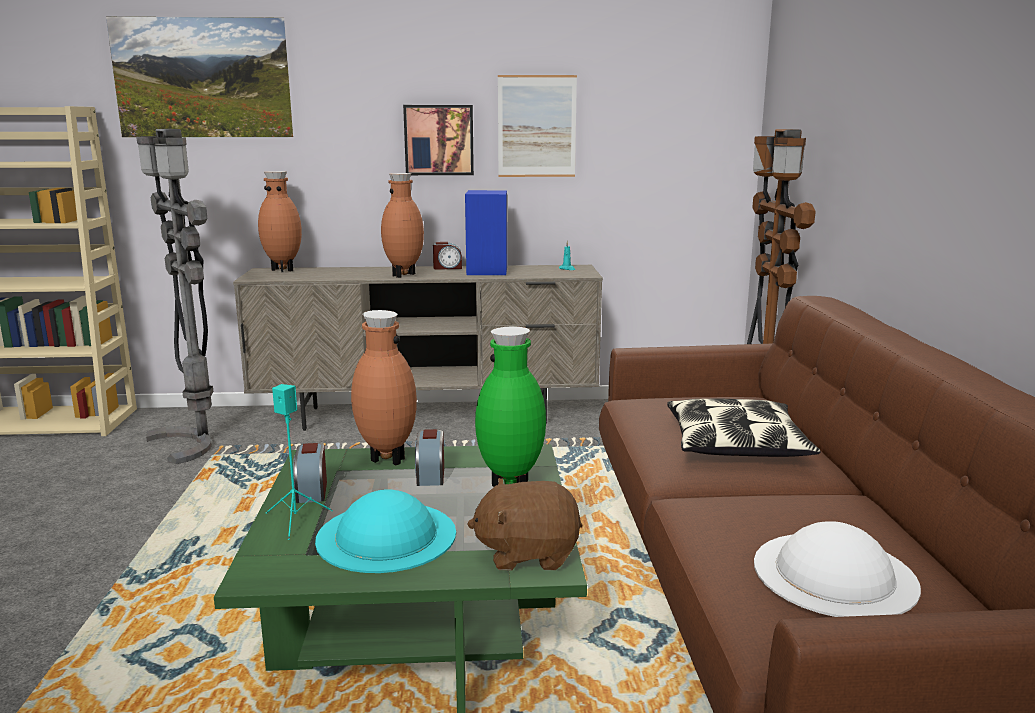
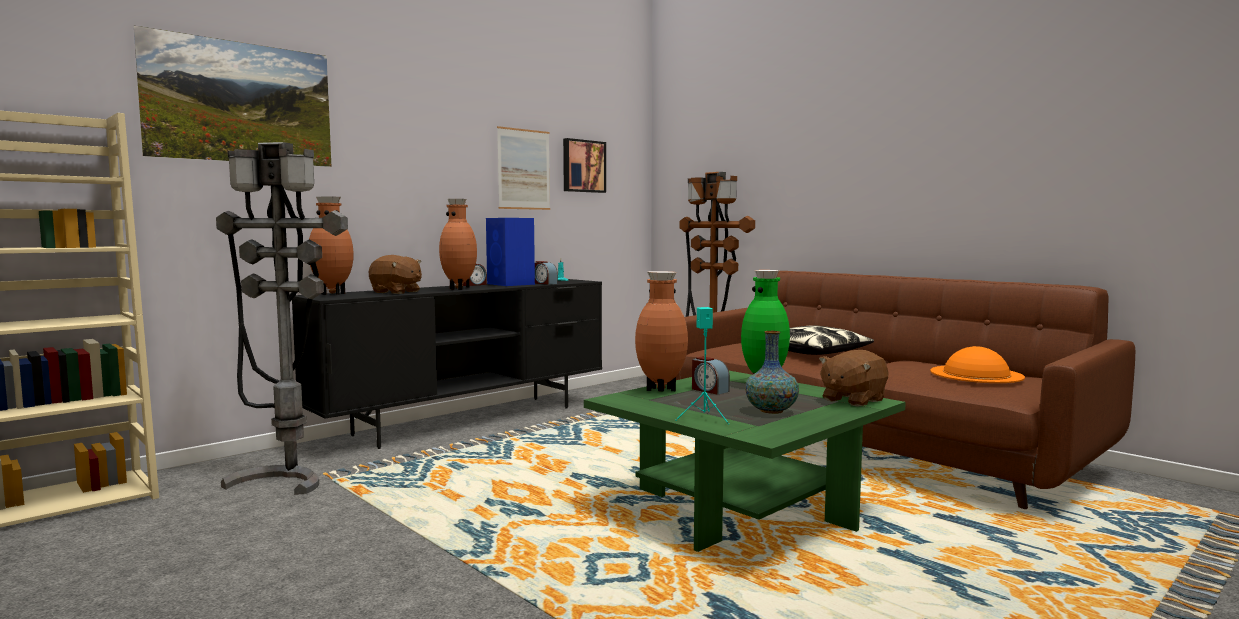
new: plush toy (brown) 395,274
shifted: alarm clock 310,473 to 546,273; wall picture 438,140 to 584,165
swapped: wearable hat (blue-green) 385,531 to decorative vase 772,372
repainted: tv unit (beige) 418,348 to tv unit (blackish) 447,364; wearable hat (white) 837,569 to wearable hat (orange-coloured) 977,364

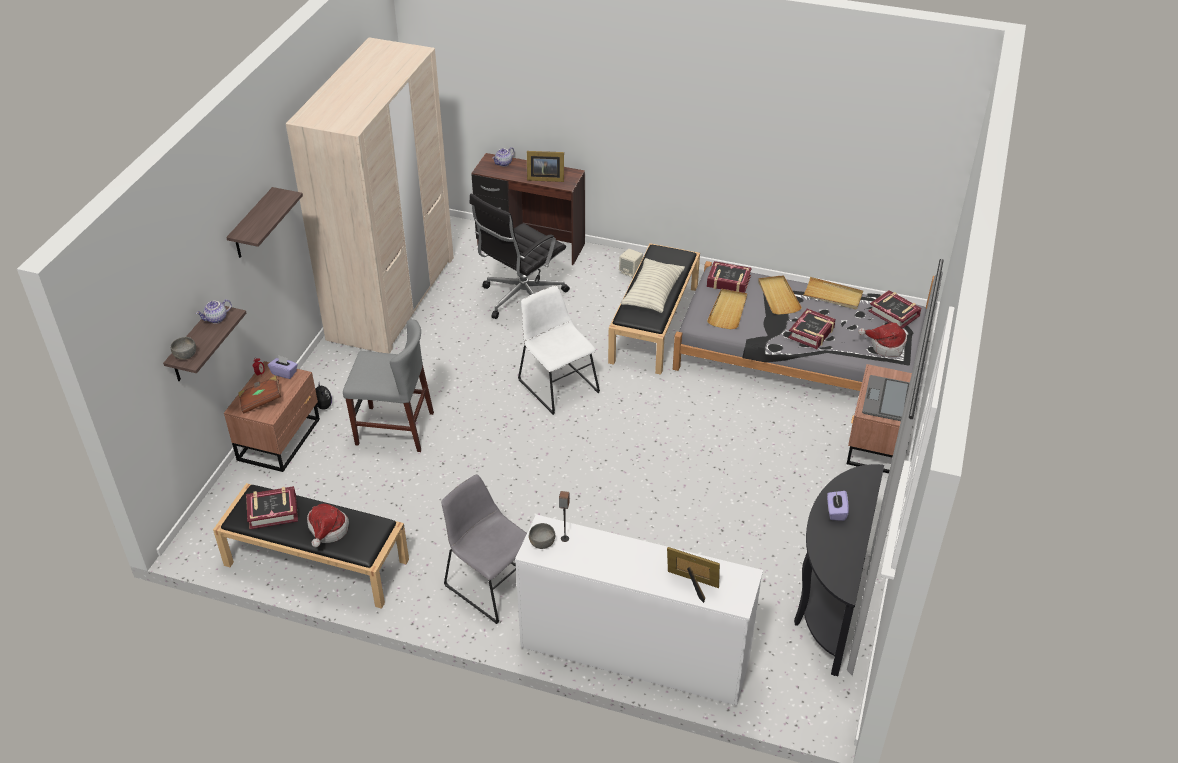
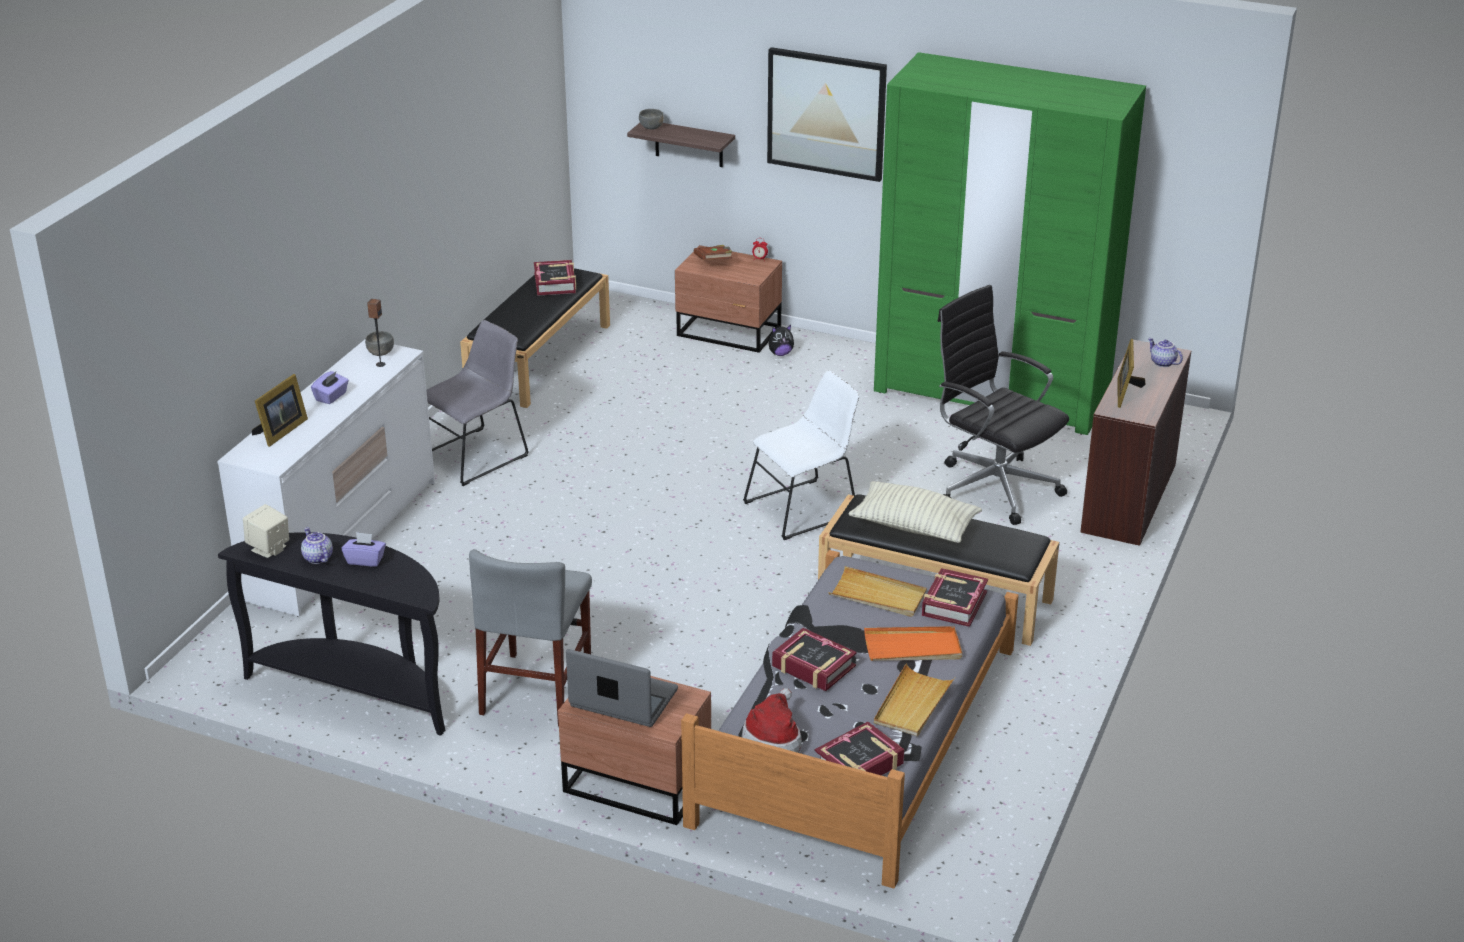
gone: wearable hat 328,525
shifted: loudspeaker (beige) 631,263 to 266,531; teapot 214,311 to 317,545; box of tissues (purple) 283,367 to 330,387; plain chair (grey) 388,385 to 530,638
swapped: bracket shelf 264,222 to wall picture 827,114
repainted: carrying tray (beige) 780,295 to carrying tray (orange-coloured) 913,643; armoire (beige) 370,195 to armoire (green-coloured) 1010,243

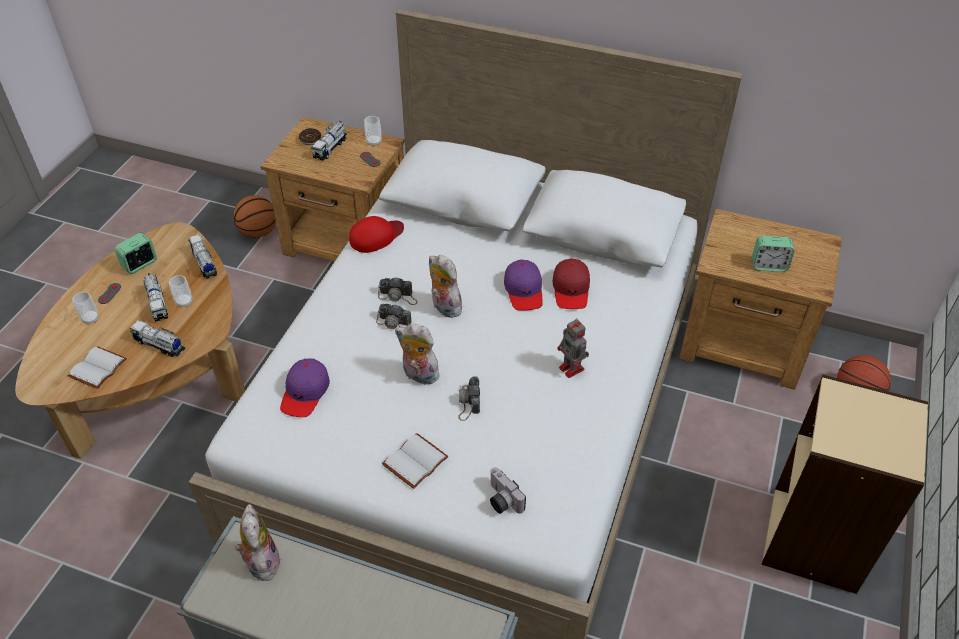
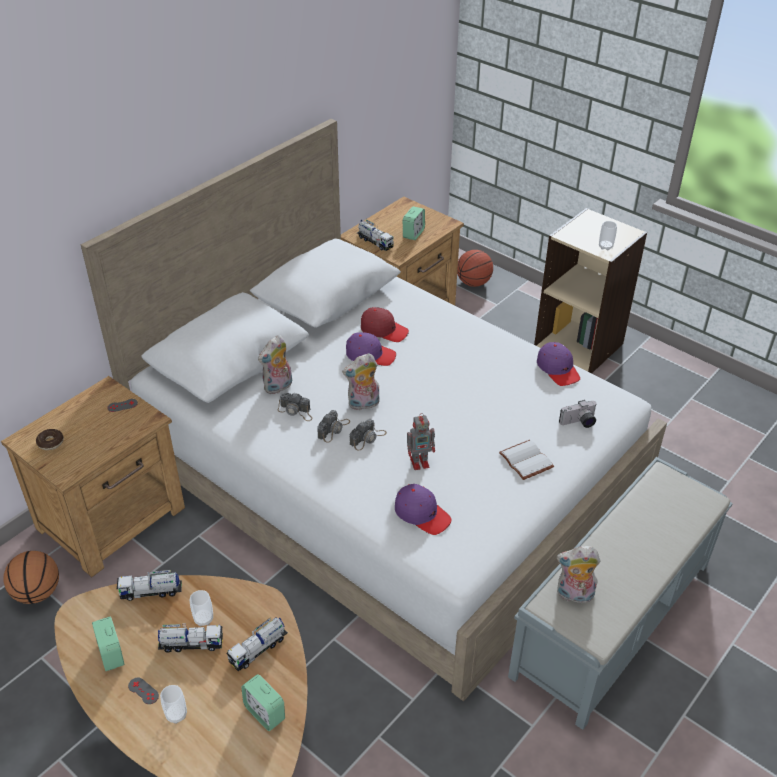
gone: baseball cap (red) 376,234
new: baseball cap (purple) 558,364
shifted: plush toy 419,354 to 275,365; still camera 469,398 to 295,407; toy truck 329,140 to 375,235; model robot 573,348 to 421,441; small cup 372,131 to 608,235
swapped: book (white) 97,367 to alarm clock 263,702

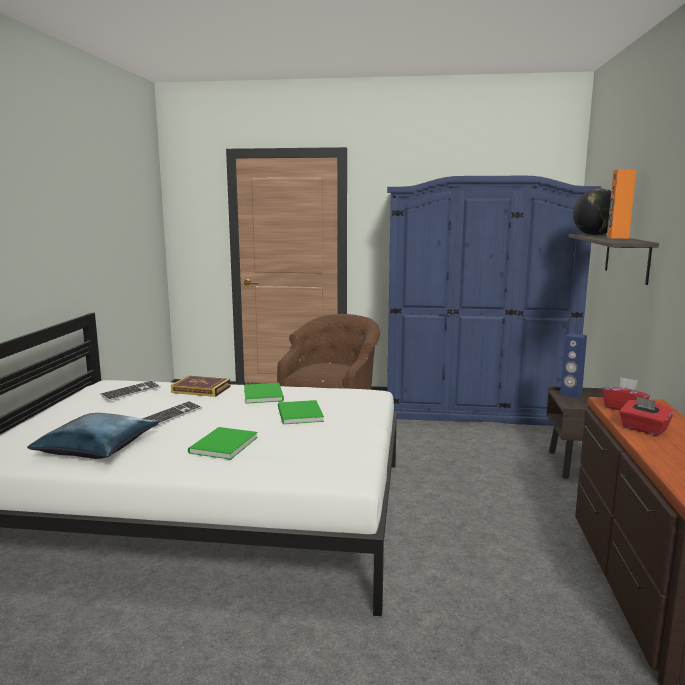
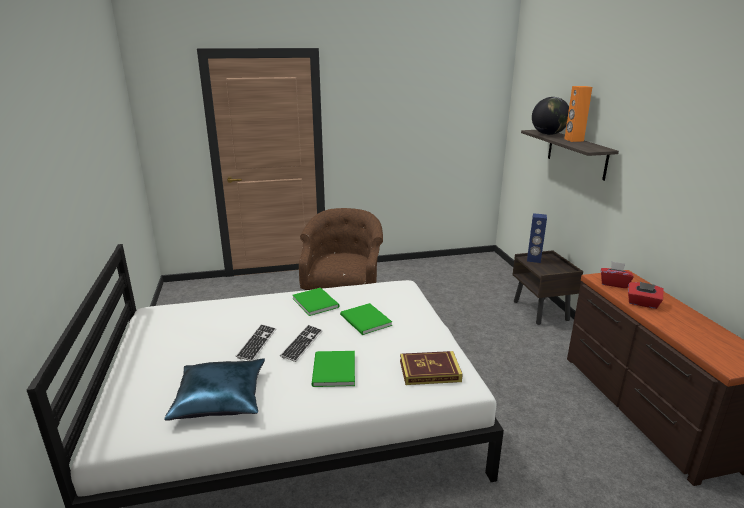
gone: armoire (blue) 494,301
shifted: PC keyboard 130,391 to 301,343; book 201,386 to 431,368

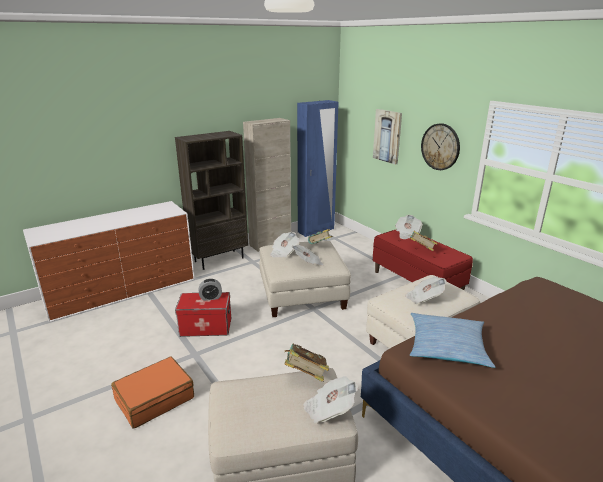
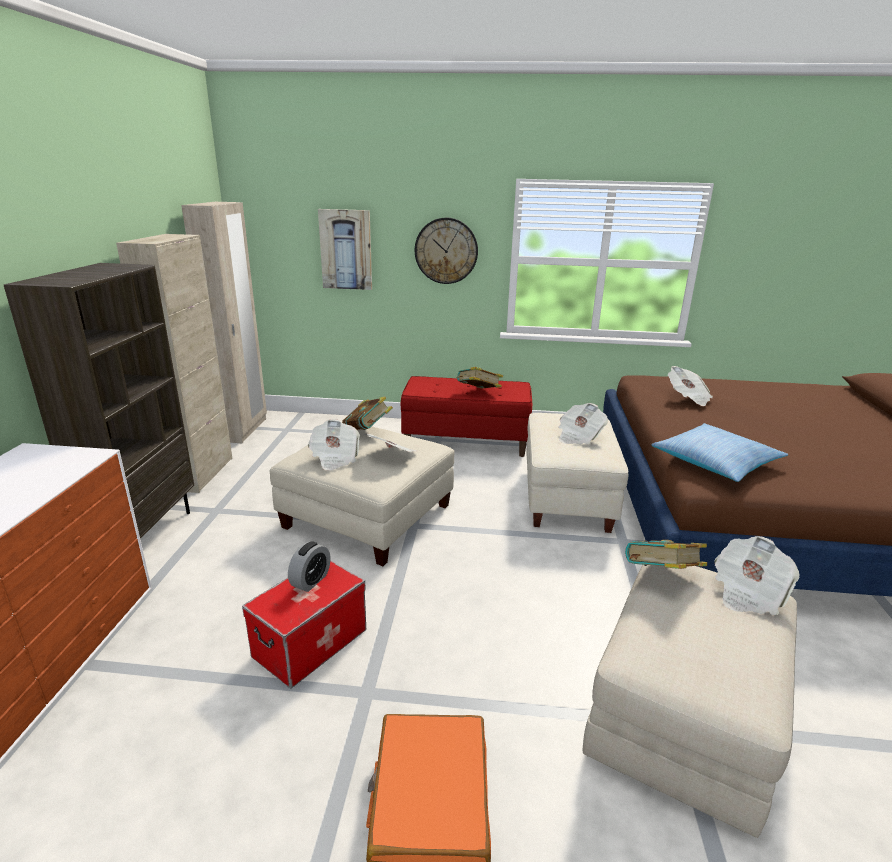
shifted: daily paper 409,227 to 690,386
repainted: armoire (blue) 318,168 to armoire (beige) 224,322

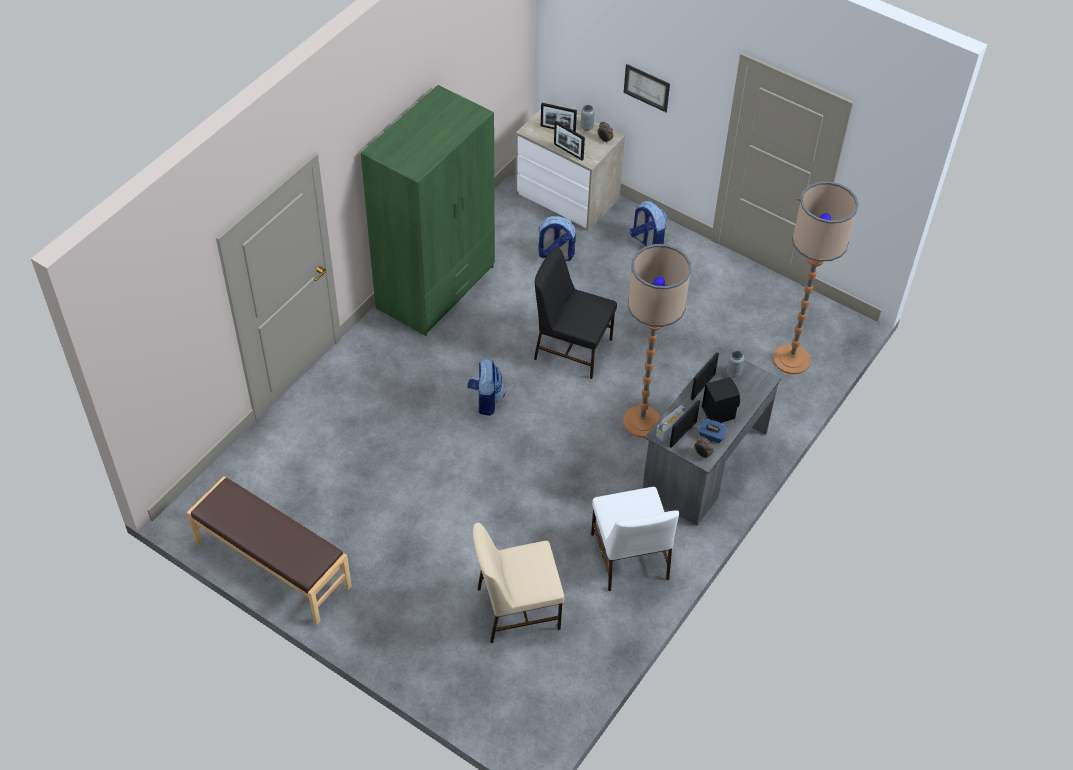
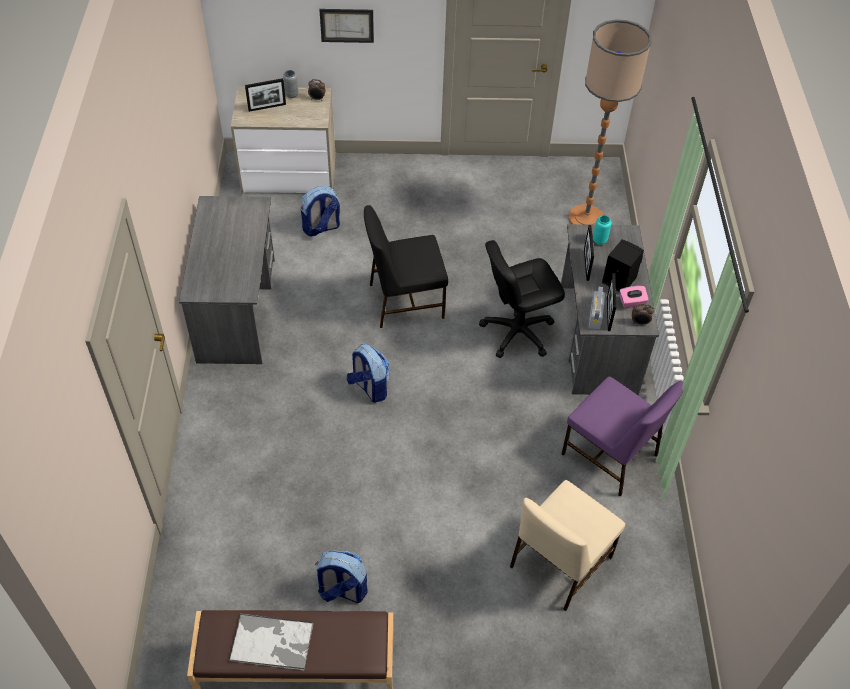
gone: picture frame 569,141
new: carrying tray 271,641
shifted: rucksack 648,223 to 341,576
swapped: armoire (green-coloured) 428,210 to desk unit (grey) 227,280; standing lamp 657,341 to computer chair (blackish) 522,299
repainted: plain chair (white) 635,539 to plain chair (purple) 623,437; decorative vase (grey) 735,364 to decorative vase (blue-green) 602,230; box of tissues (blue) 713,431 to box of tissues (pinkish) 634,297

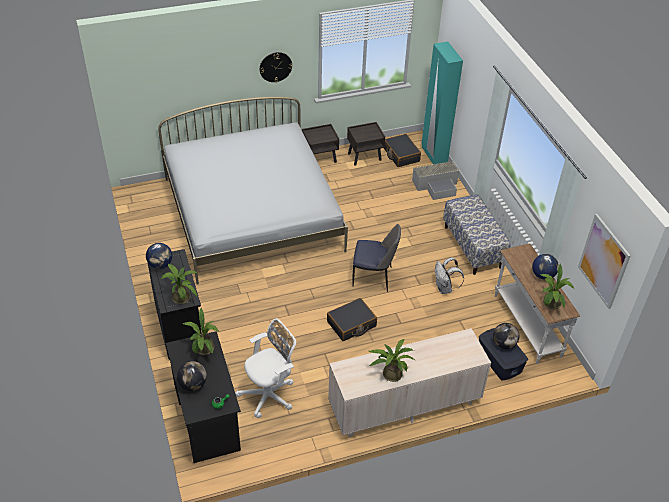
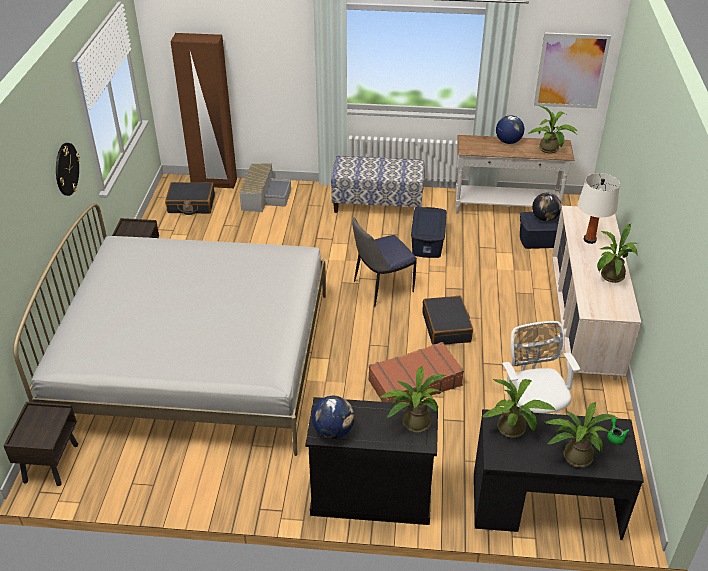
new: suitcase (brown) 416,372; lamp for a table (white) 599,208
shifted: bedside table (brown) 366,144 to 41,444
swapped: rucksack (white) 449,275 to storage container (blue) 429,232; globe 192,376 to houseplant 581,435
repainted: armoire (blue-green) 442,102 to armoire (brown) 204,111
rotated: plain chair 377,258 = 384,261 150 degrees counterclockwise

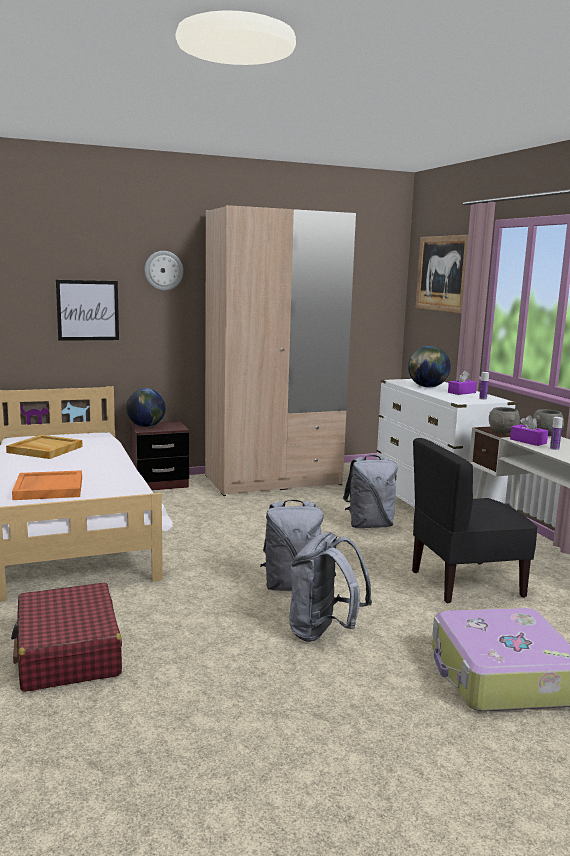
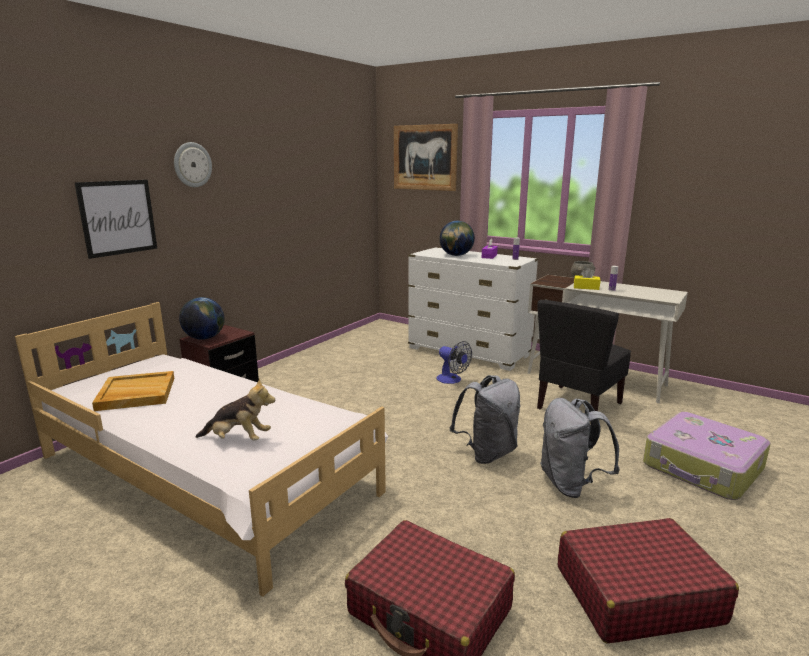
gone: armoire (beige) 280,350; bowl (grey) 504,420
new: suitcase (red) 648,580
swapped: carrying tray (orange-coloured) 47,485 to plush toy 235,409; rucksack (grey) 370,491 to electric fan 454,362
repainted: box of tissues (purple) 529,430 to box of tissues (yellow) 587,278

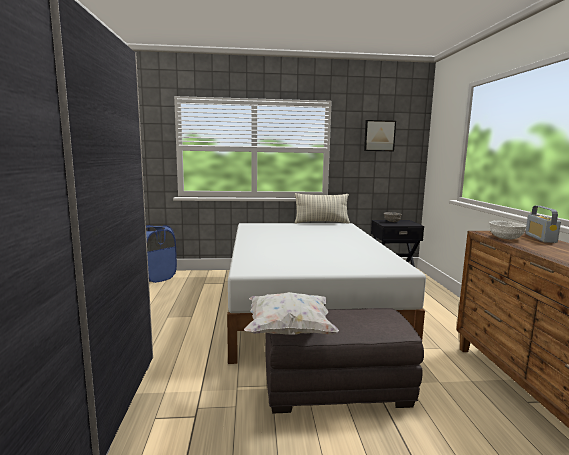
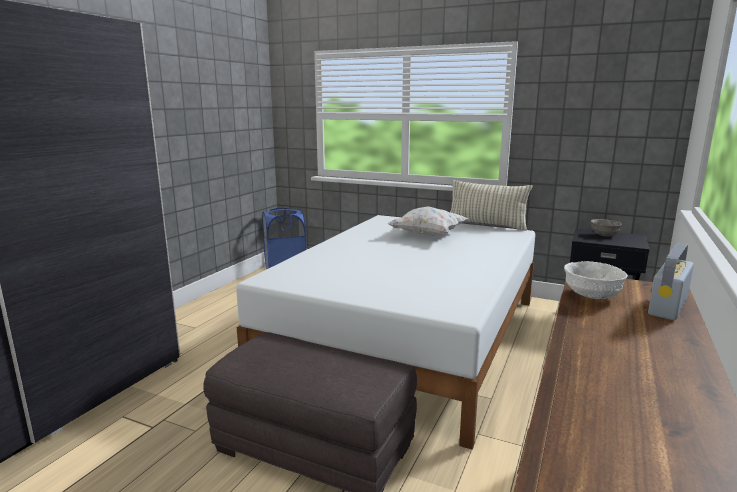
gone: wall picture 380,135
shifted: throw pillow (white) 291,313 to 427,221

